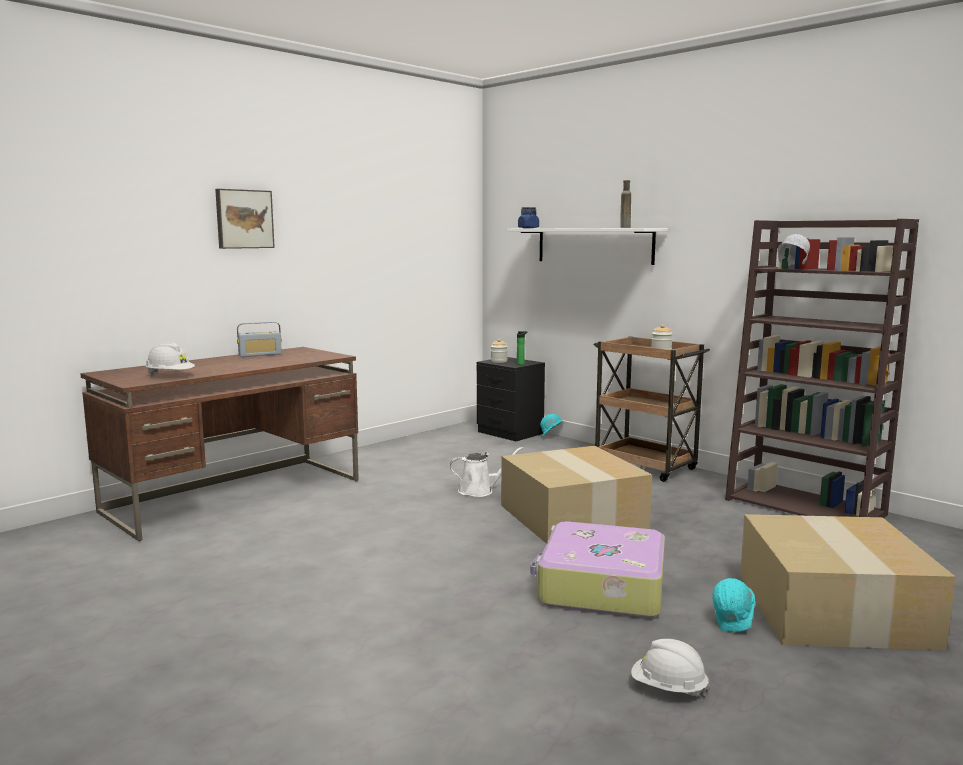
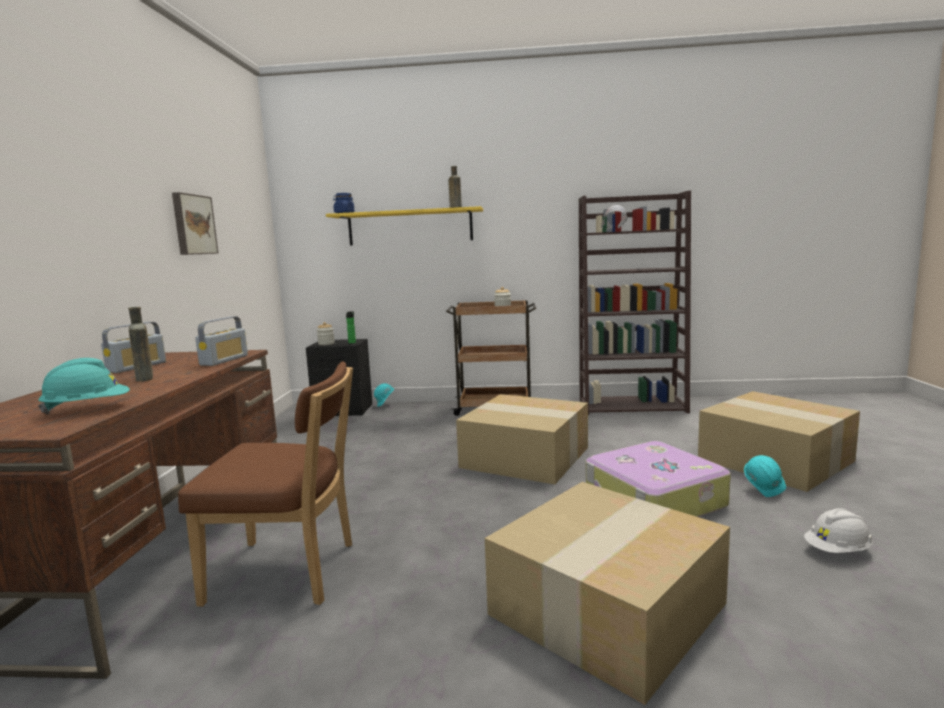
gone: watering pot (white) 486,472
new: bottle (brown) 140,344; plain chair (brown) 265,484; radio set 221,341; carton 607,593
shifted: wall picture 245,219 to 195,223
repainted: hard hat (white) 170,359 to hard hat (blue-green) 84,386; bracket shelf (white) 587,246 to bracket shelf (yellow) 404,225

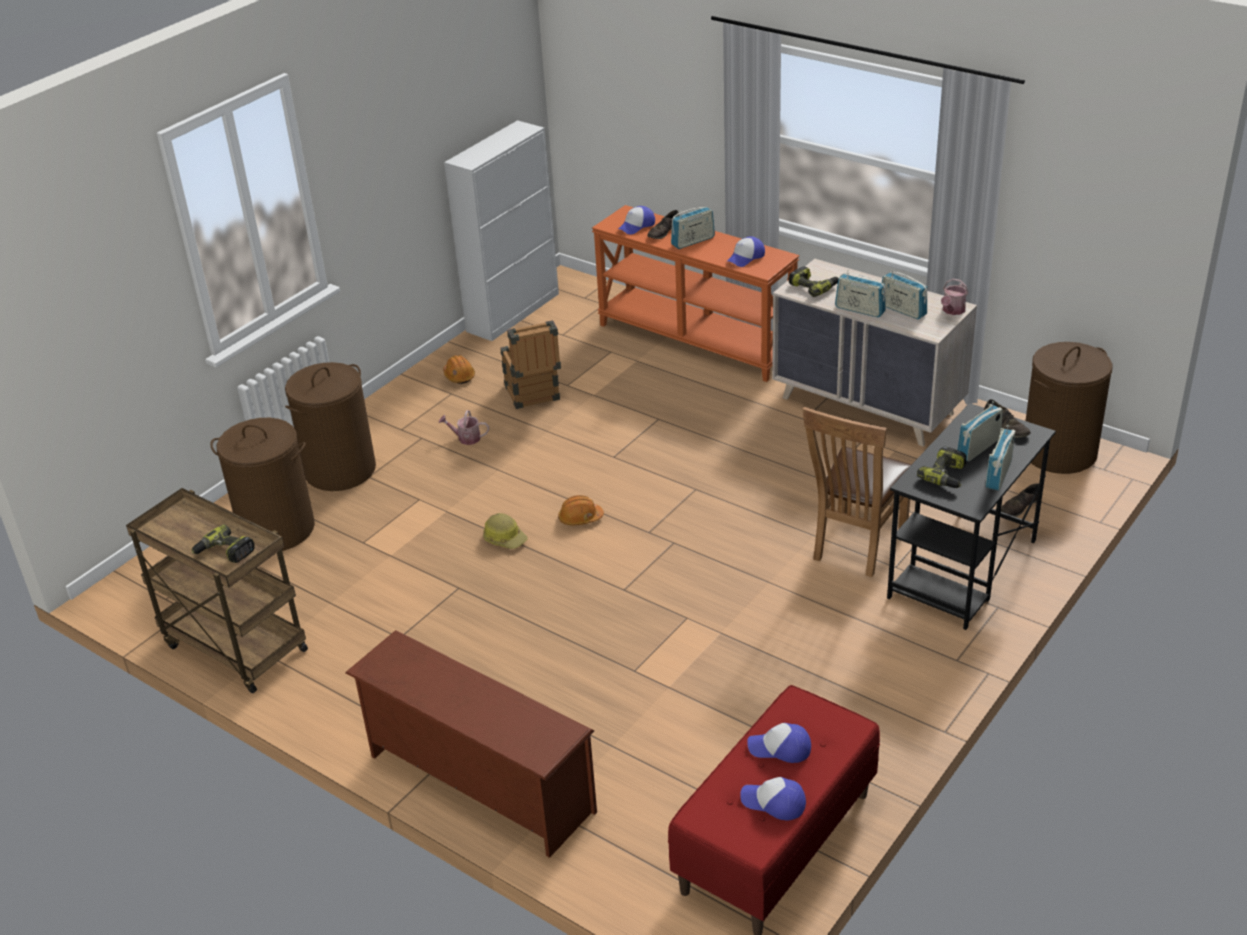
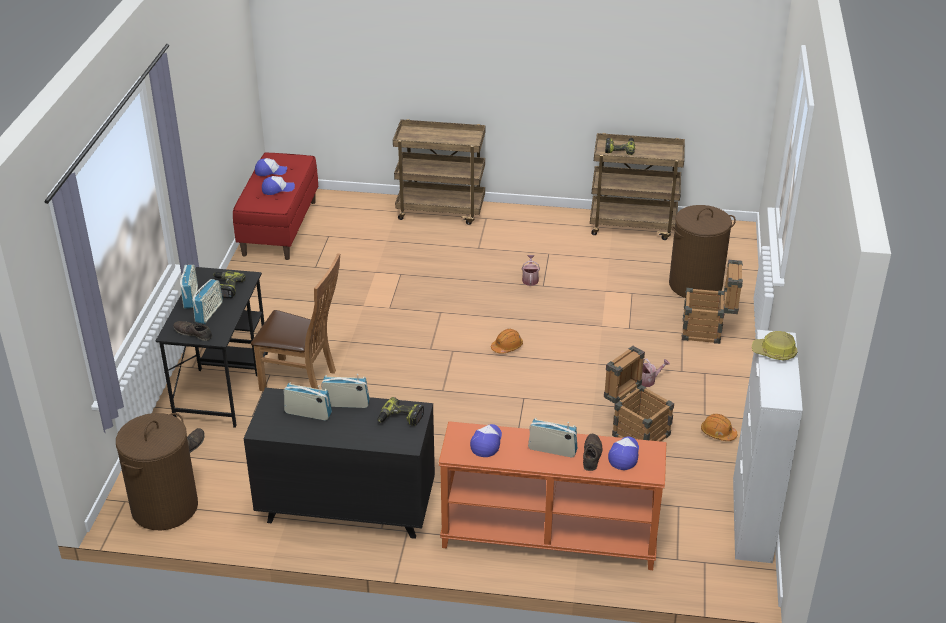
shifted: watering pot 954,296 to 531,270; hard hat 505,531 to 774,345
swapped: shoe stand (brown) 471,744 to cart (brown) 439,172; laundry basket (brown) 330,426 to shipping crate 712,302
repainted: dresser (beige) 874,352 to dresser (blackish) 339,463
rotated: plain chair (brown) 857,492 = 295,322 105 degrees clockwise; radio set 693,228 = 552,437 75 degrees clockwise

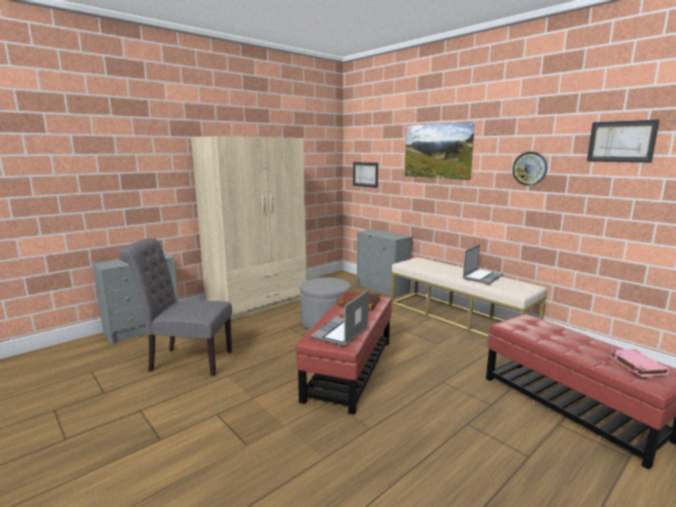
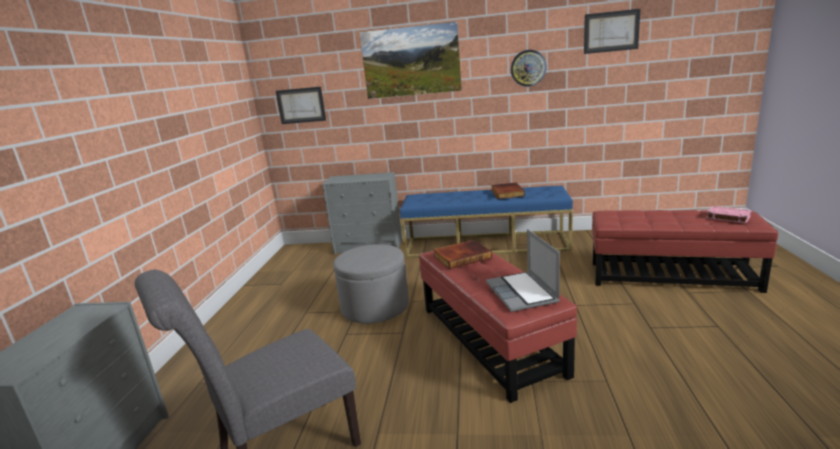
gone: armoire (beige) 249,228
swapped: notebook computer 483,264 to book 508,190
repainted: bench (beige) 469,298 to bench (blue) 486,222

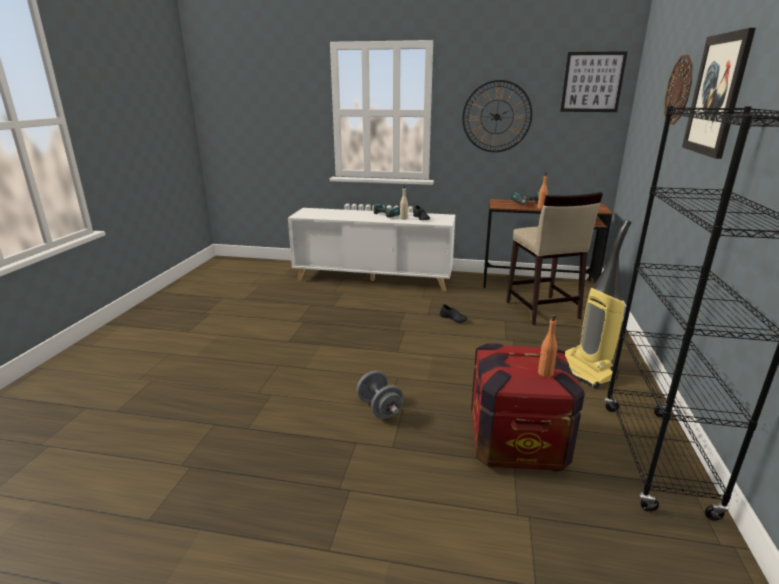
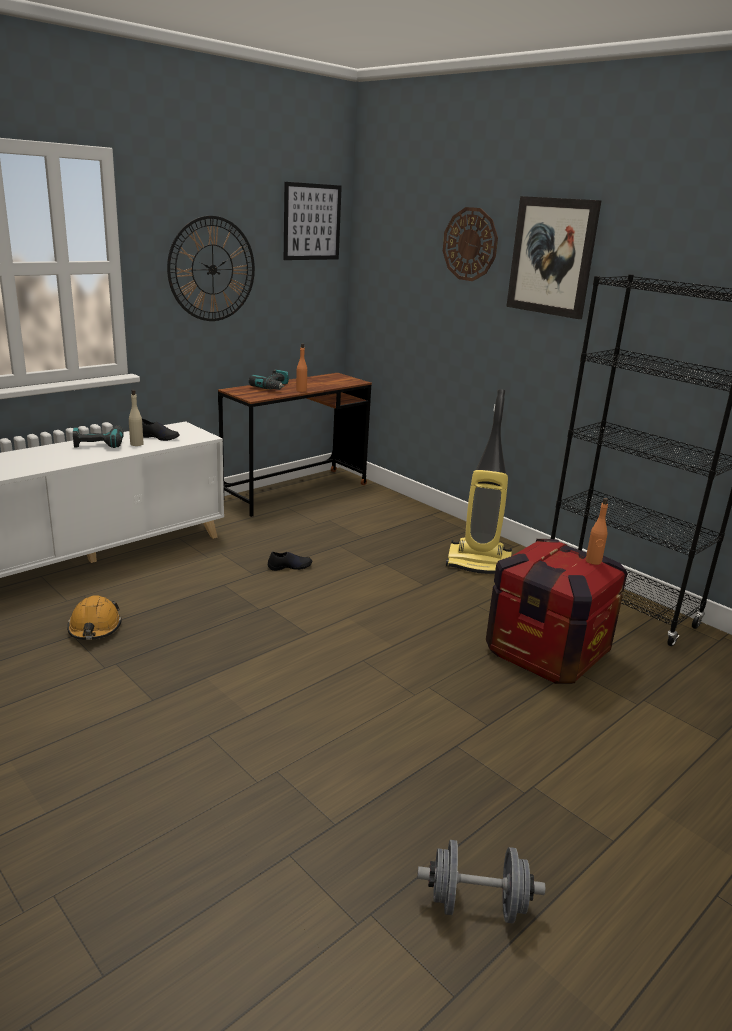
gone: stool (beige) 554,258
new: hard hat (orange-coloured) 94,617
shifted: dumbbell (grey) 379,395 to 481,882

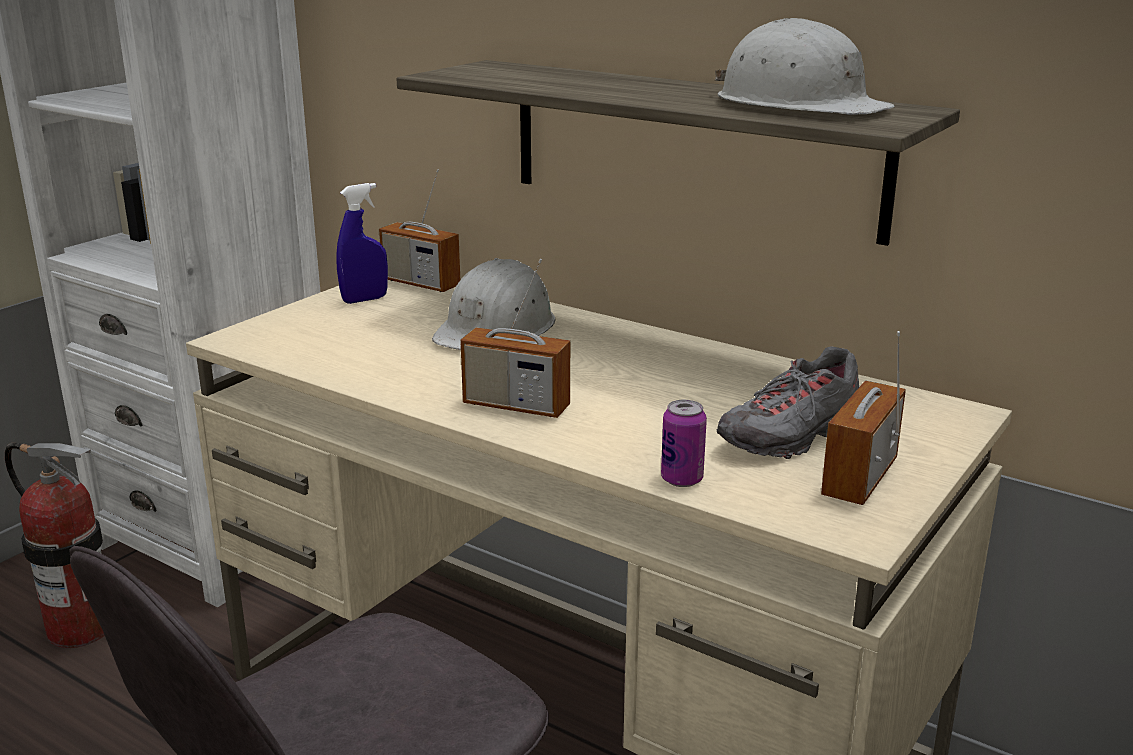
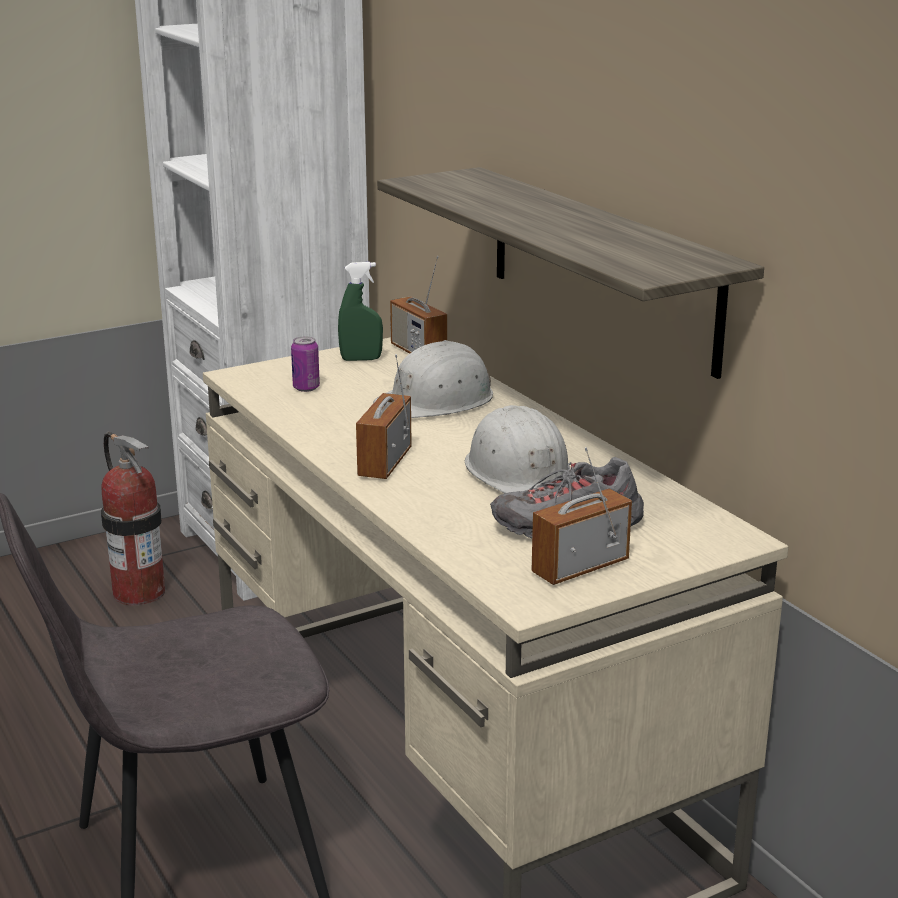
shifted: can 684,443 to 305,364; hard hat (white) 805,66 to 518,449
repainted: spray bottle (blue) 362,243 to spray bottle (green-coloured) 360,311
rotated: radio set 515,338 = 384,416 60 degrees clockwise

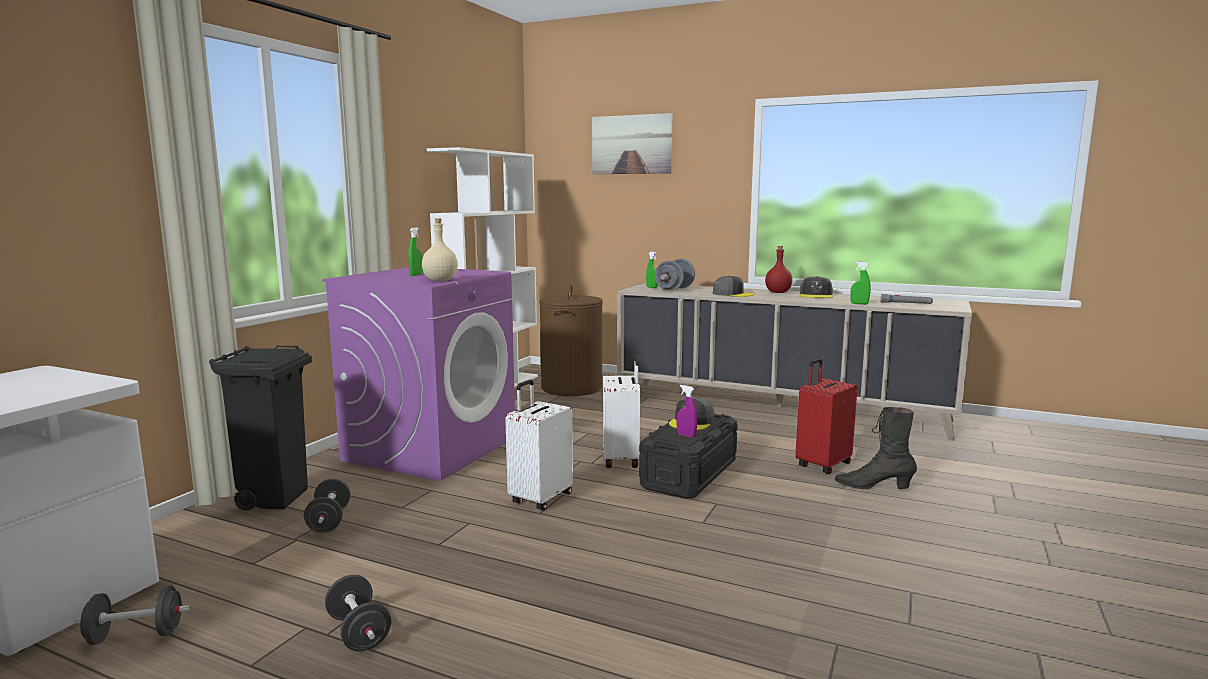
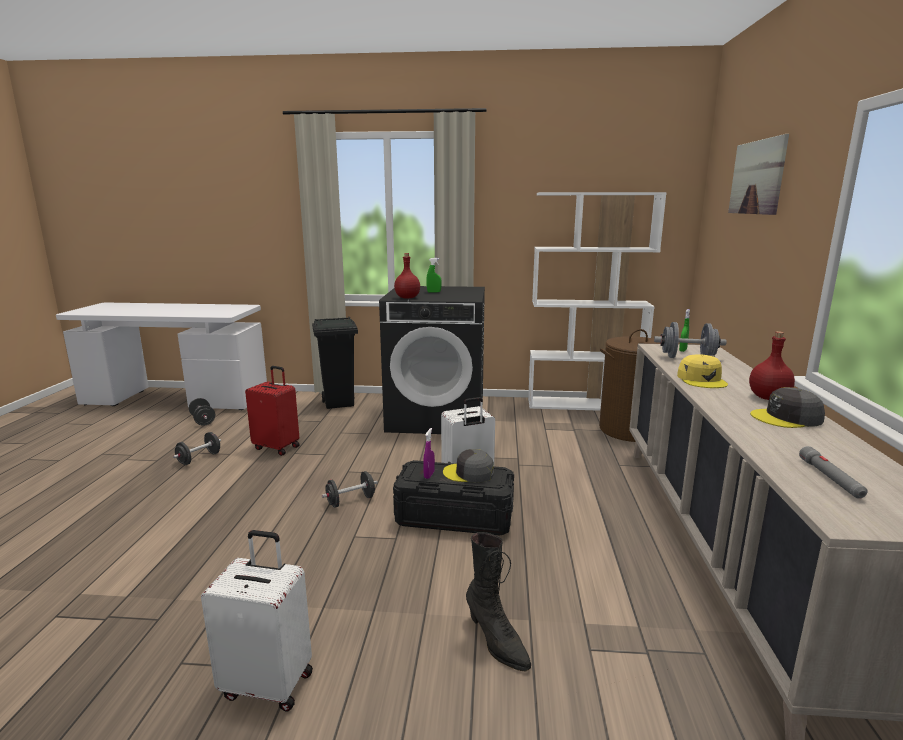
gone: spray bottle (green-coloured) 861,283
shifted: suitcase (white) 539,445 to 257,621; suitcase (red) 826,416 to 272,411; dumbbell (blackish) 327,505 to 350,489
repainted: laundry machine (purple) 418,374 to laundry machine (blackish) 432,360; bottle (beige) 440,249 to bottle (red) 407,276; baseball cap (grey) 734,286 to baseball cap (yellow) 702,371
rotated: tall boot (blackish) 876,448 = 498,601 150 degrees clockwise

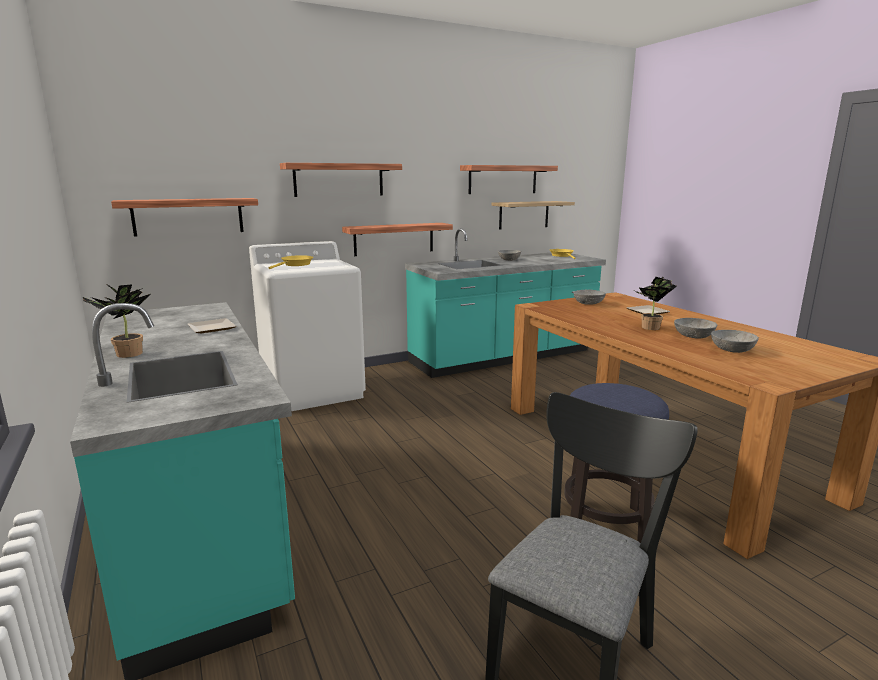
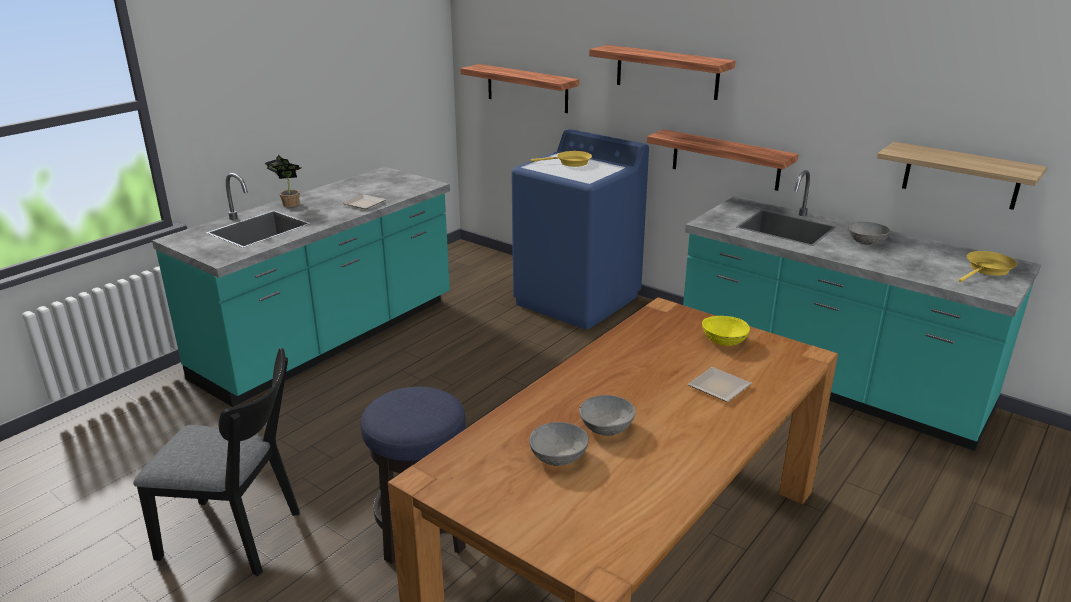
gone: bracket shelf 509,179; houseplant 656,303
repainted: laundry machine (white) 307,326 to laundry machine (blue) 580,229; bowl (grey) 589,297 to bowl (yellow) 726,331

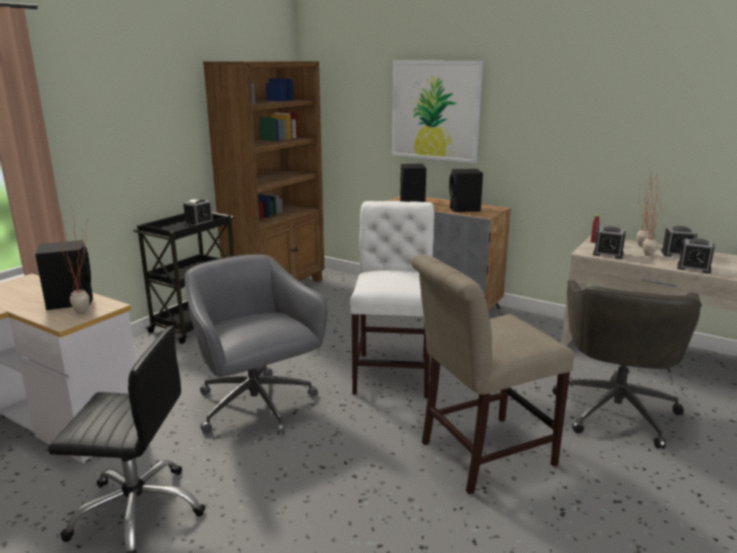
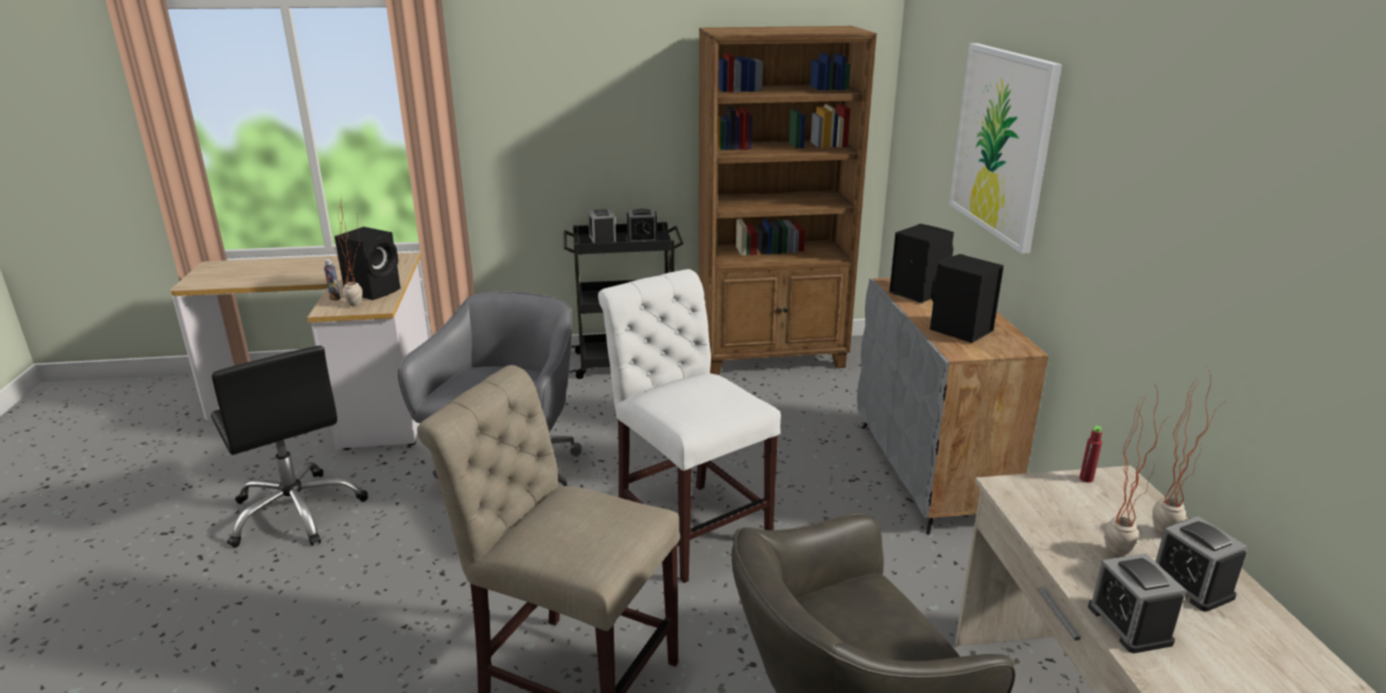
new: bottle 332,280
shifted: alarm clock 609,242 to 602,226
rotated: plain chair (white) 392,299 = 689,426 90 degrees counterclockwise

